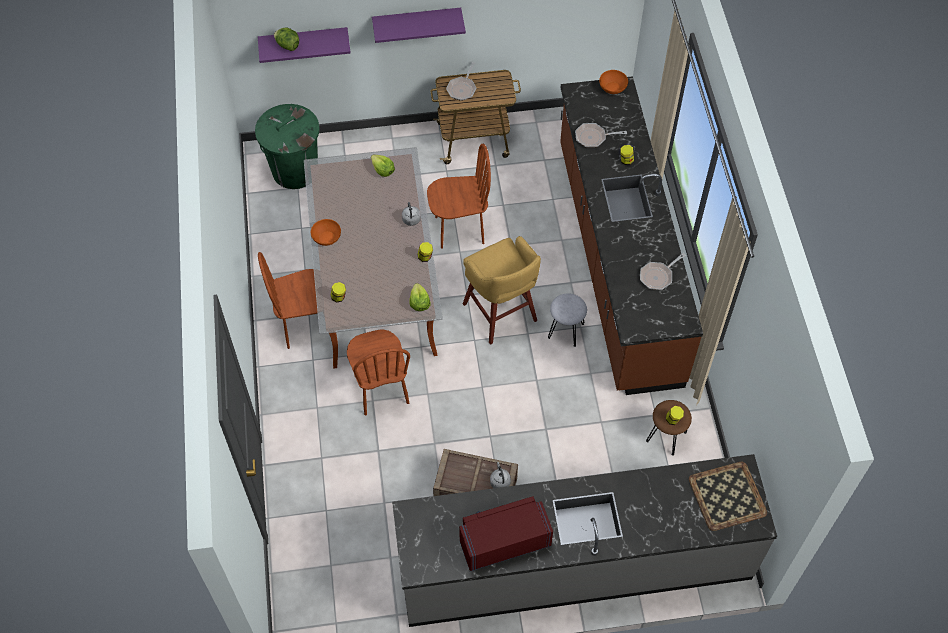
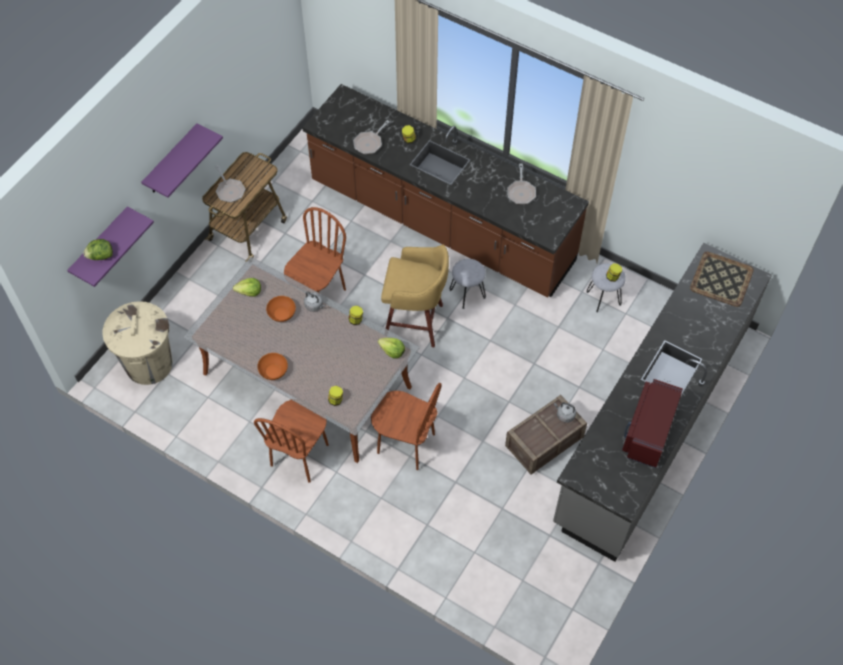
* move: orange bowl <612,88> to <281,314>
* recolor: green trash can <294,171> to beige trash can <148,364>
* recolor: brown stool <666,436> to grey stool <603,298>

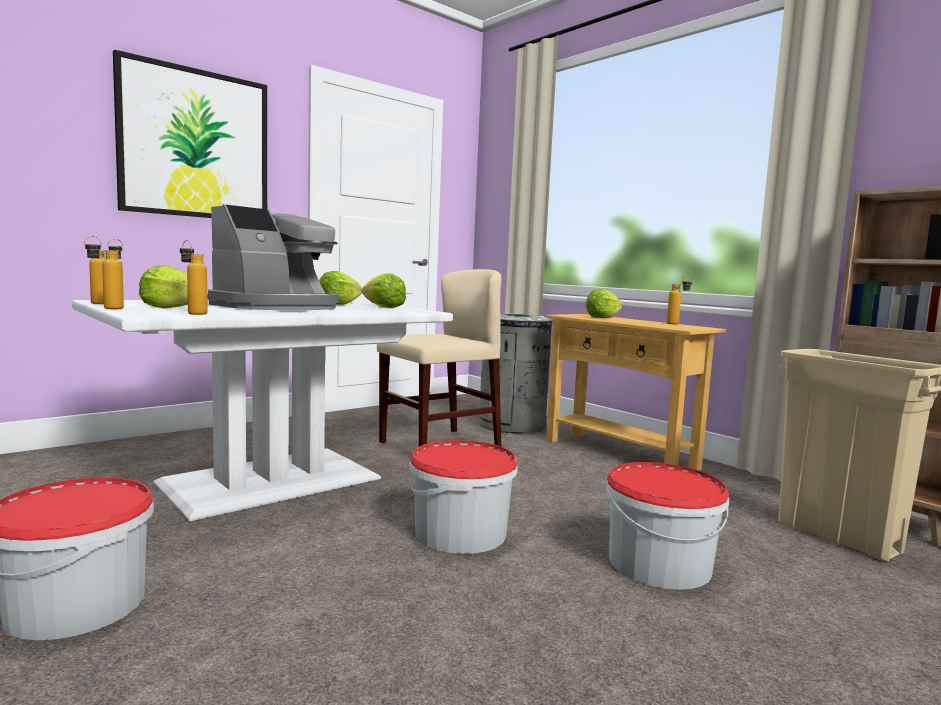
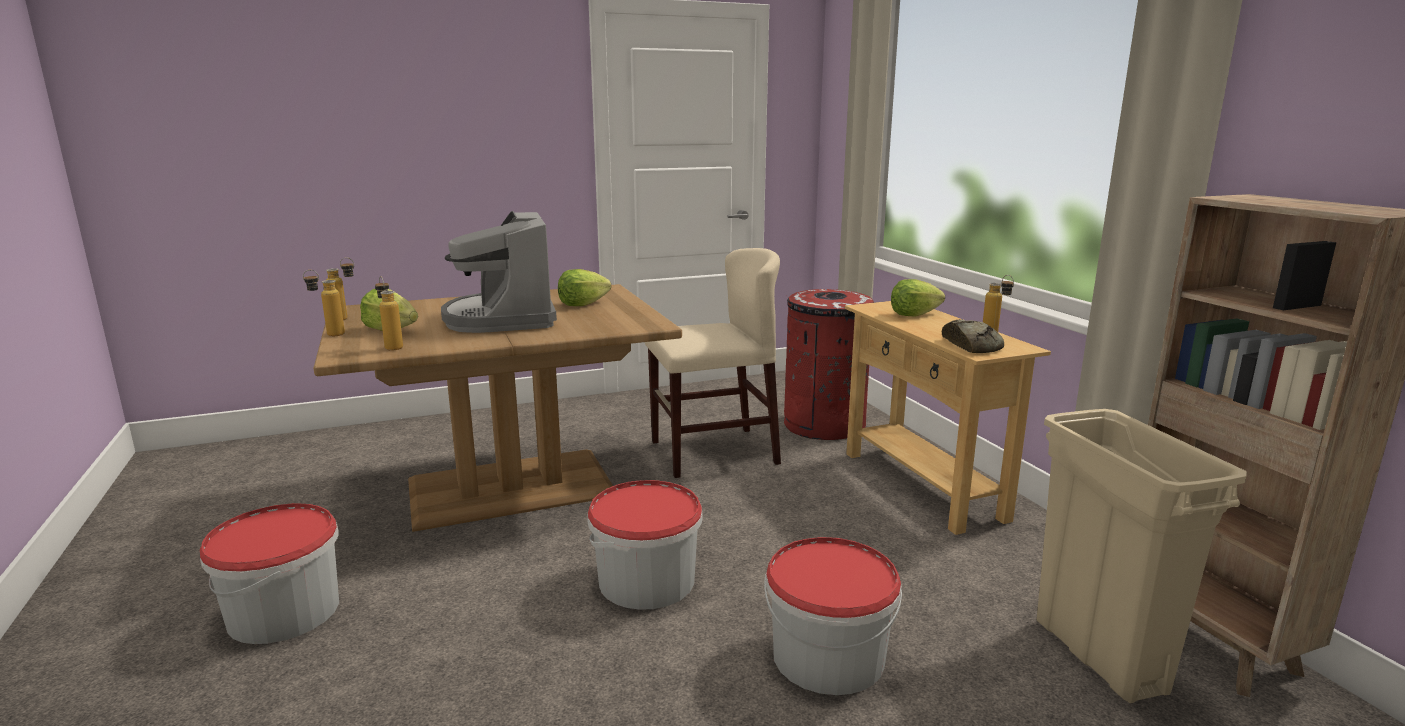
* delete: picture <195,144>
* delete: lettuce <383,307>
* insert: bread <971,345>
* recolor: white dining table <269,480> to brown dining table <510,487>
* recolor: grey trash can <511,425> to red trash can <824,425>
* rotate: coffee machine <278,307> = <502,318> 105 degrees clockwise

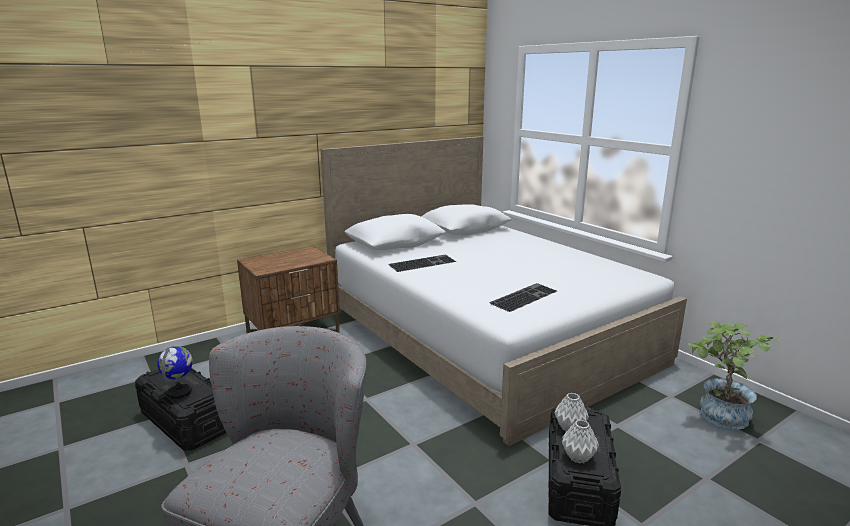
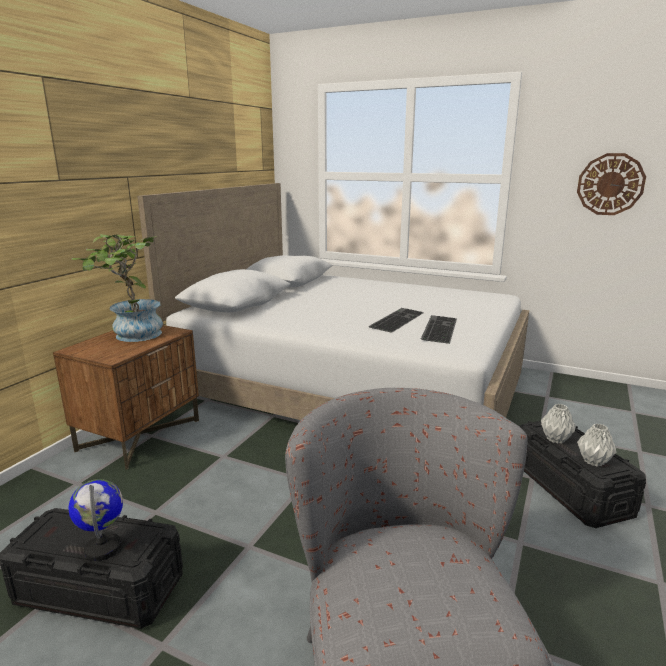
* insert: wall clock <610,184>
* move: keyboard <422,263> to <396,319>
* move: potted plant <717,417> to <131,336>

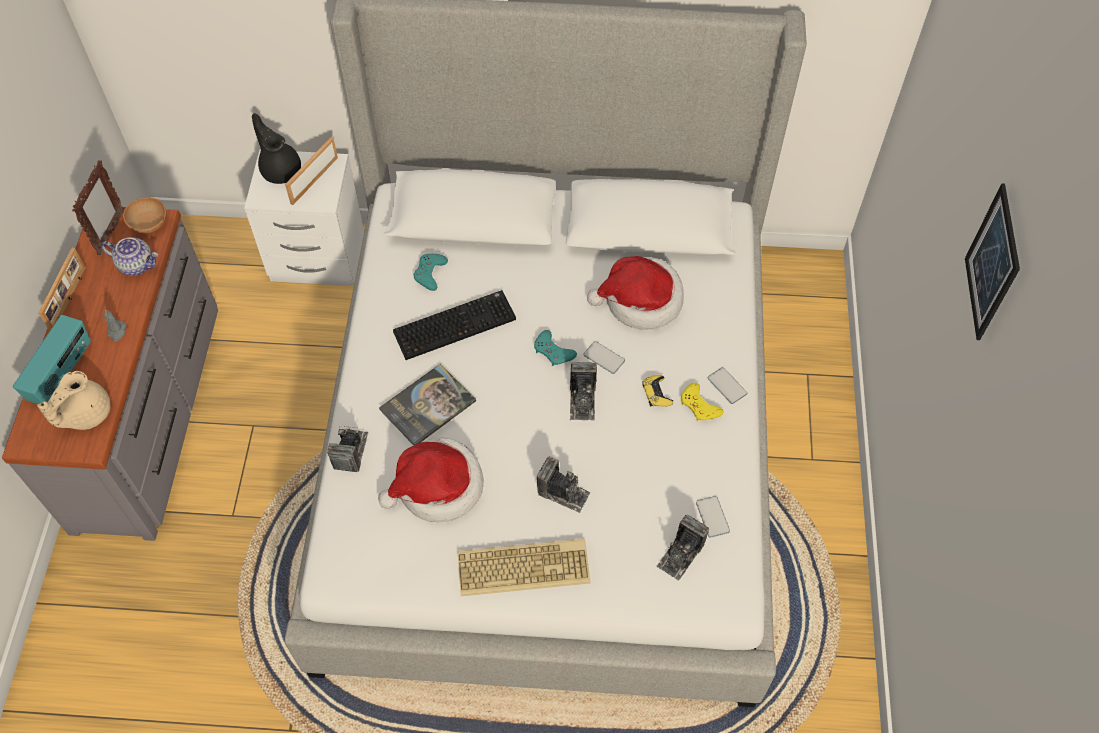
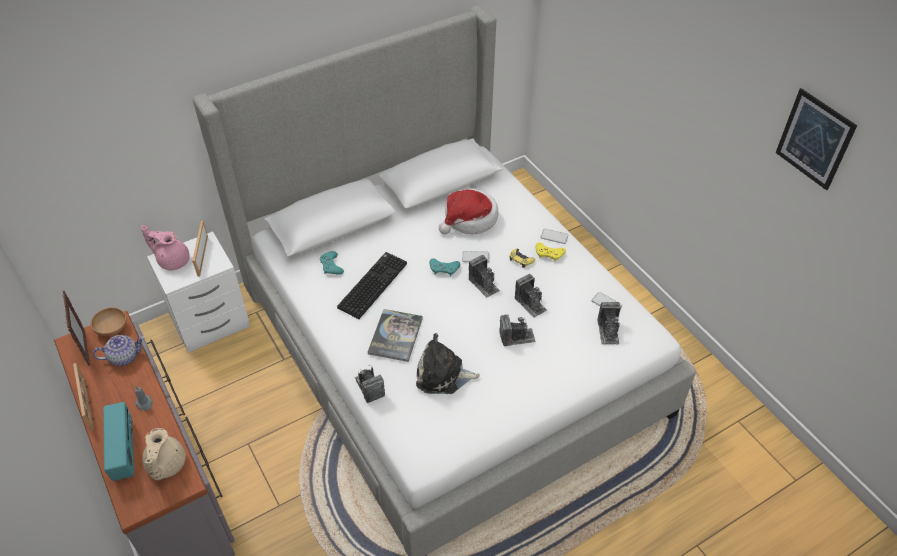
* delete: keyboard <524,566>
* insert: photo camera <530,304>
* move: picture <992,263> to <814,139>
* replace: hat <437,487> to plush toy <443,375>
* recolor: black teapot <280,169> to pink teapot <172,260>

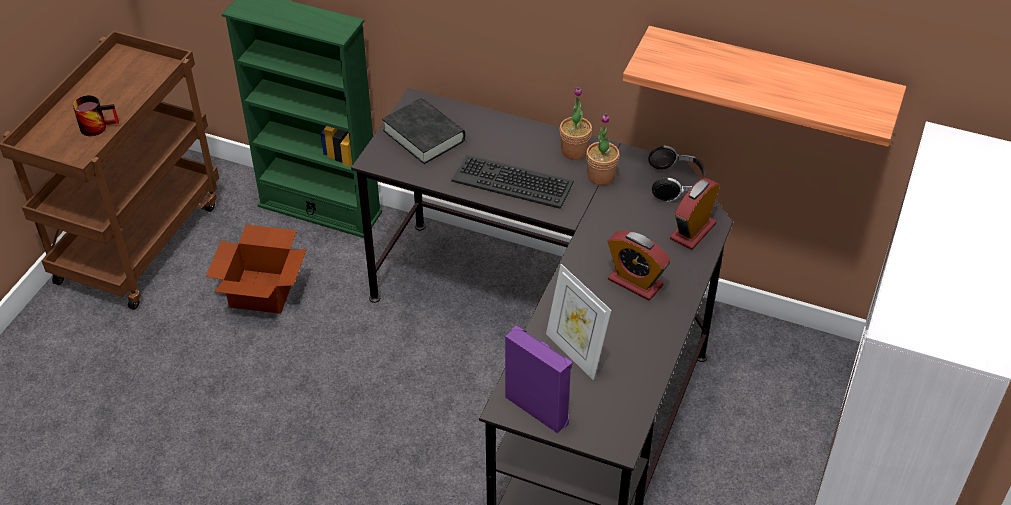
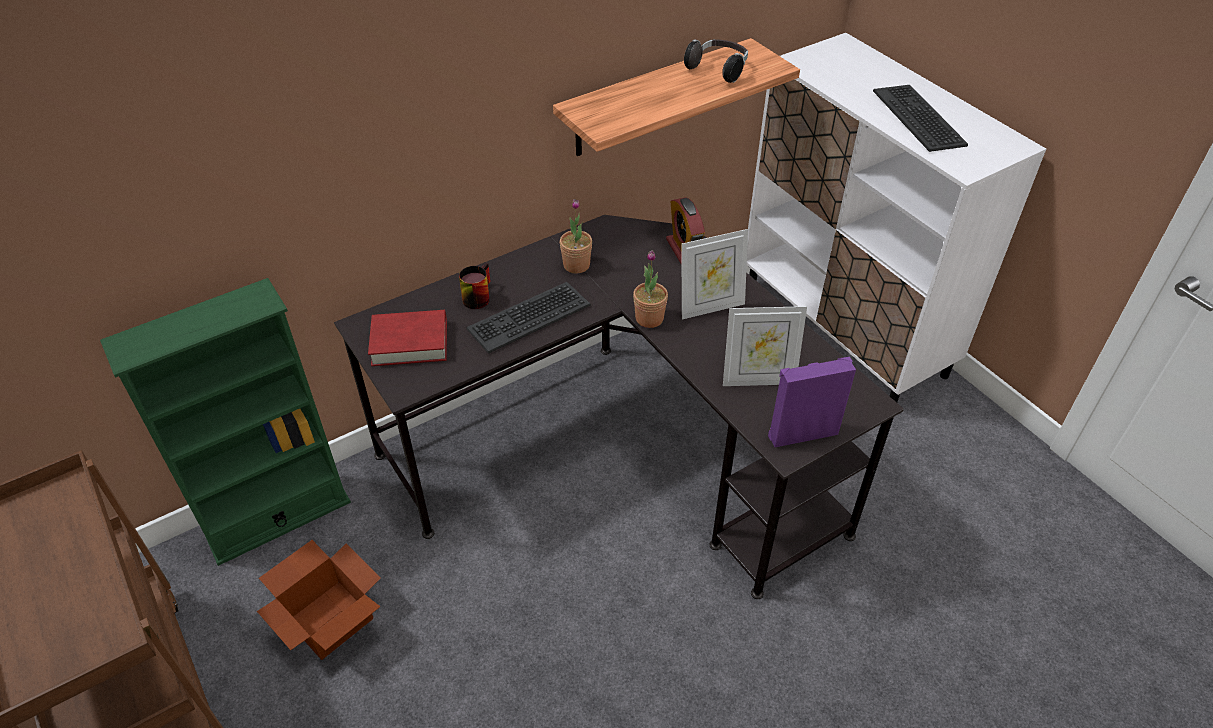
* insert: keyboard <919,118>
* move: mug <98,125> to <476,296>
* move: potted plant <574,151> to <649,318>
* move: headphones <676,184> to <718,69>
* replace: alarm clock <635,282> to picture frame <710,307>
* recolor: black book <424,136> to red book <410,342>

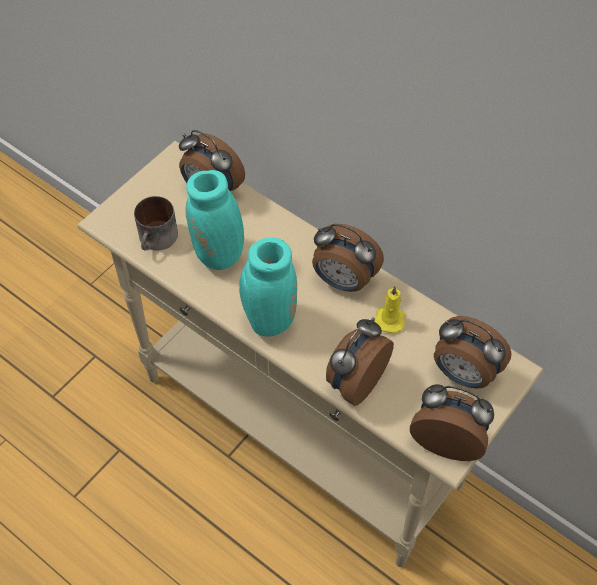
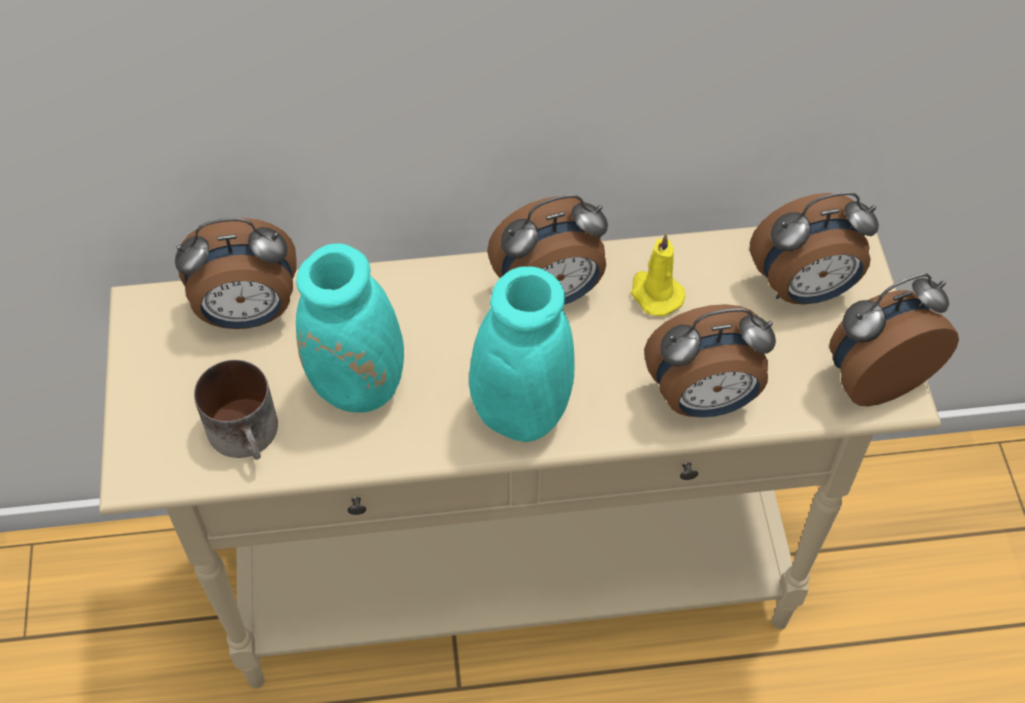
* rotate: alarm clock <355,381> = <703,400> 90 degrees counterclockwise

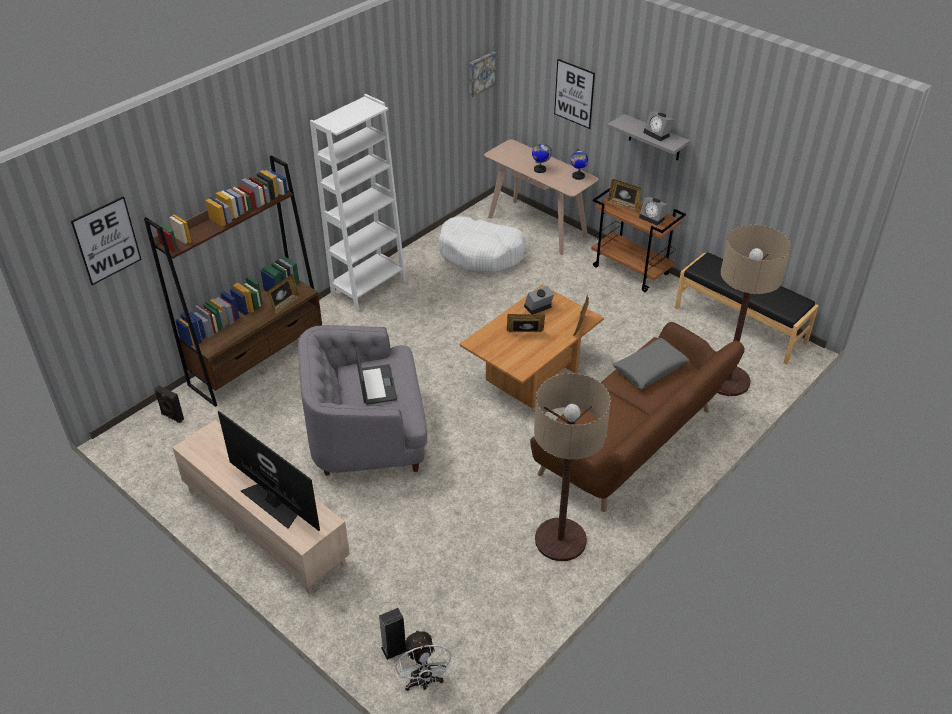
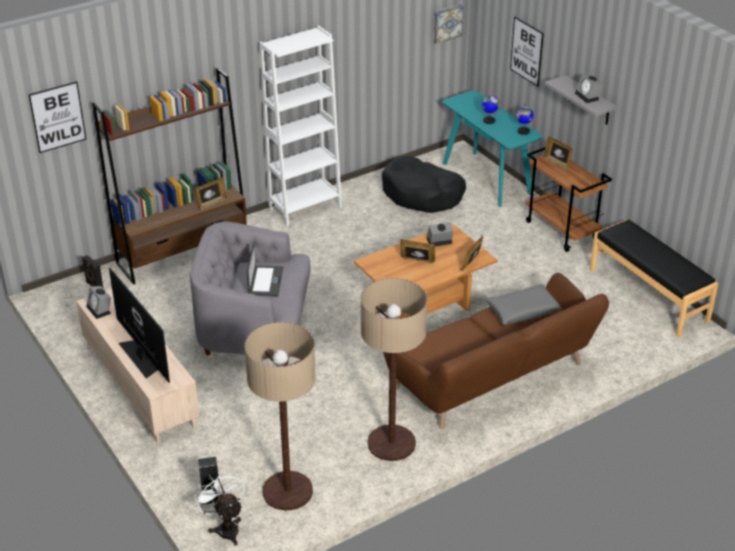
* move: alarm clock <653,218> to <100,310>
* move: floor lamp <727,381> to <287,491>
* recolor: white dog bed <481,254> to black dog bed <422,194>
* recolor: beige console table <537,226> to turquoise console table <487,178>
* rotate: white fan <423,682> = <225,527> 150 degrees clockwise

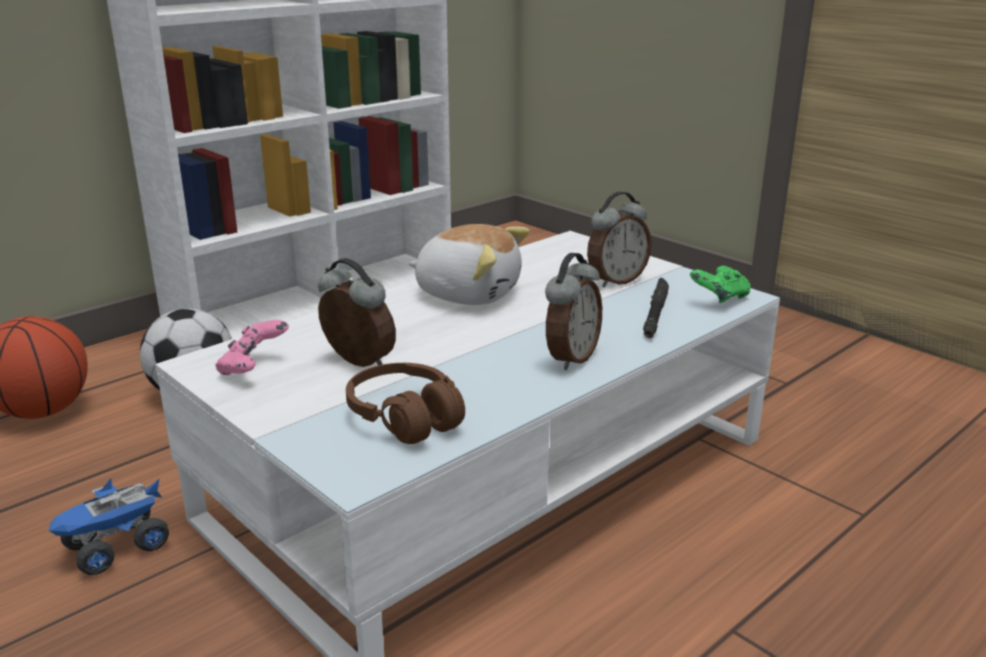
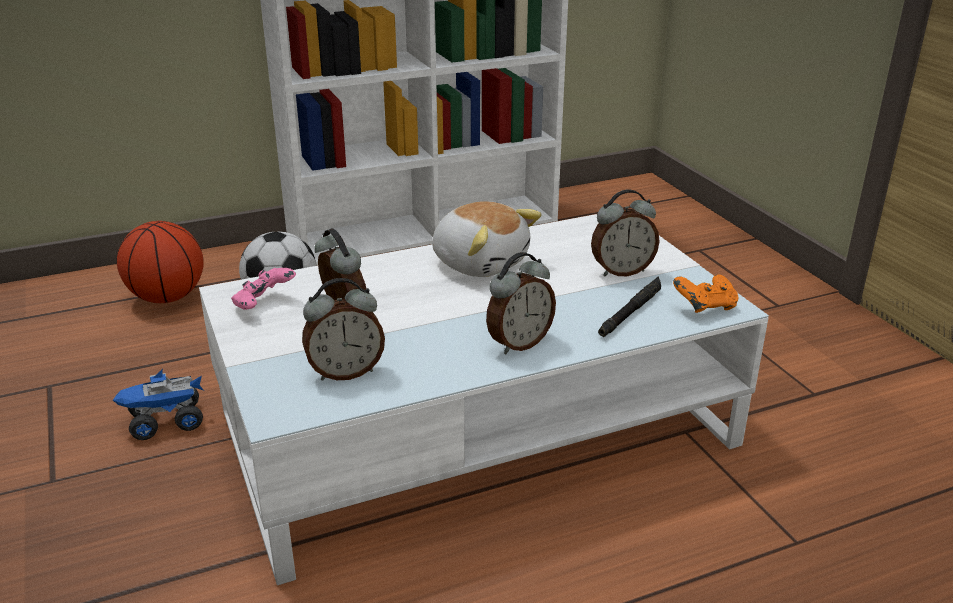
* replace: brown headphones <405,418> to alarm clock <345,372>
* recolor: green game controller <719,299> to orange game controller <705,307>

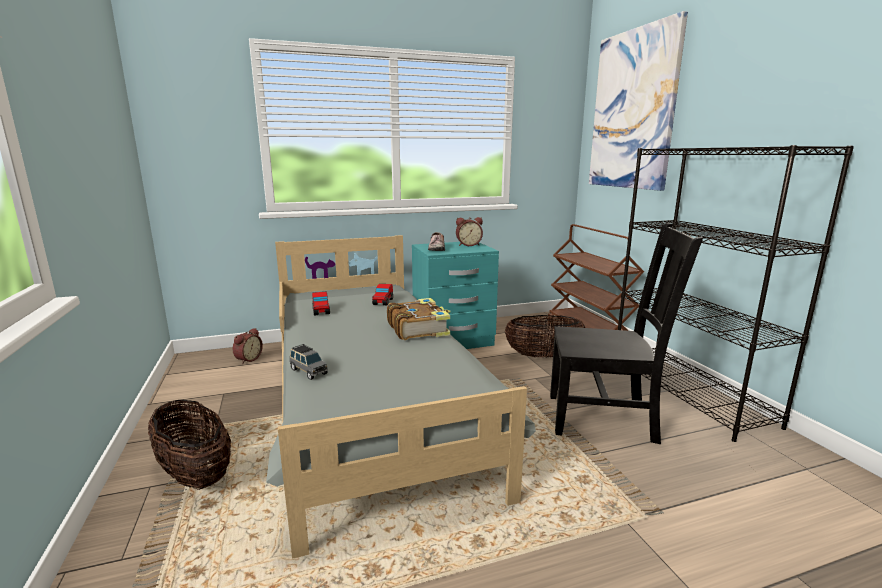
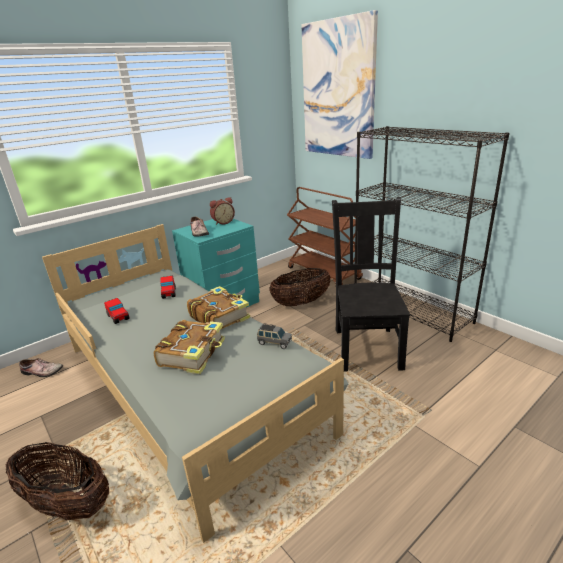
* insert: book <193,353>
* move: grey toy car <308,371> to <274,343>
* replace: alarm clock <248,359> to shoe <41,372>
* rotate: black chair <605,418> = <367,346> 75 degrees counterclockwise

